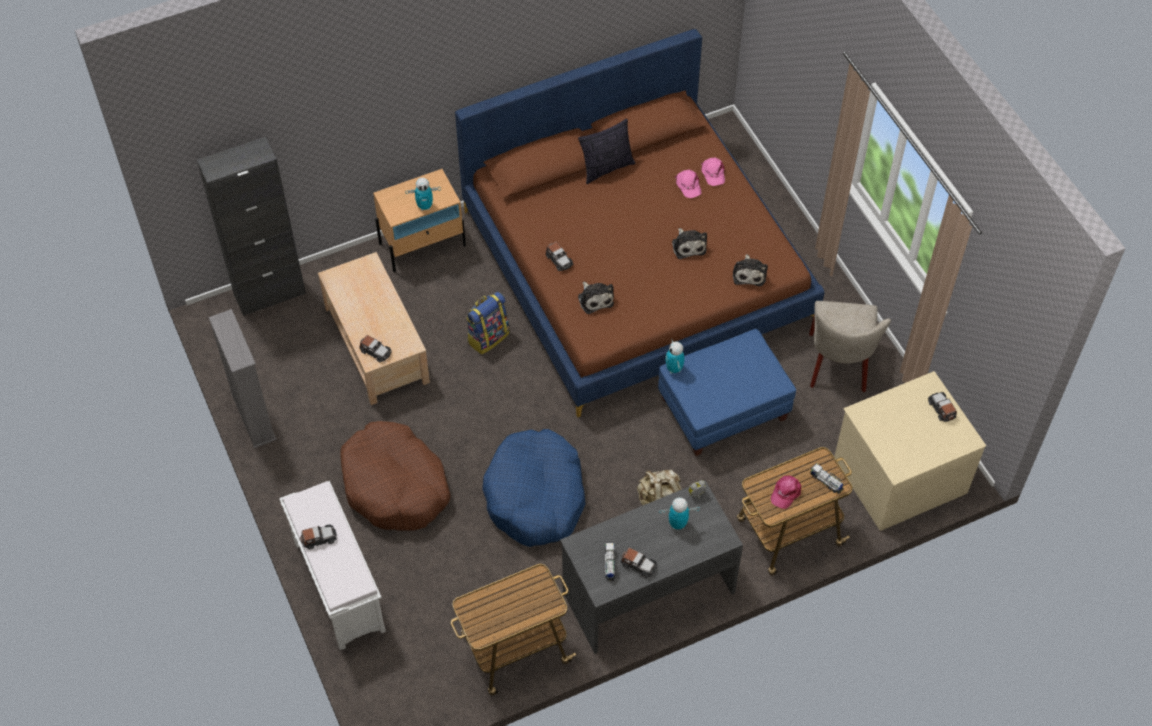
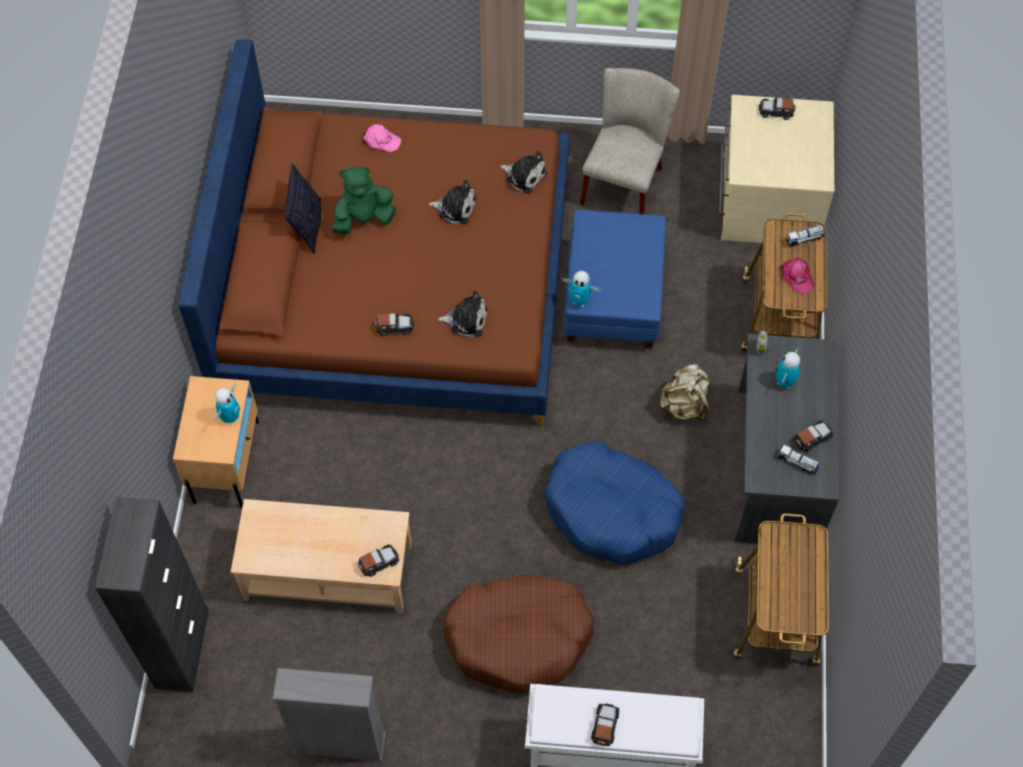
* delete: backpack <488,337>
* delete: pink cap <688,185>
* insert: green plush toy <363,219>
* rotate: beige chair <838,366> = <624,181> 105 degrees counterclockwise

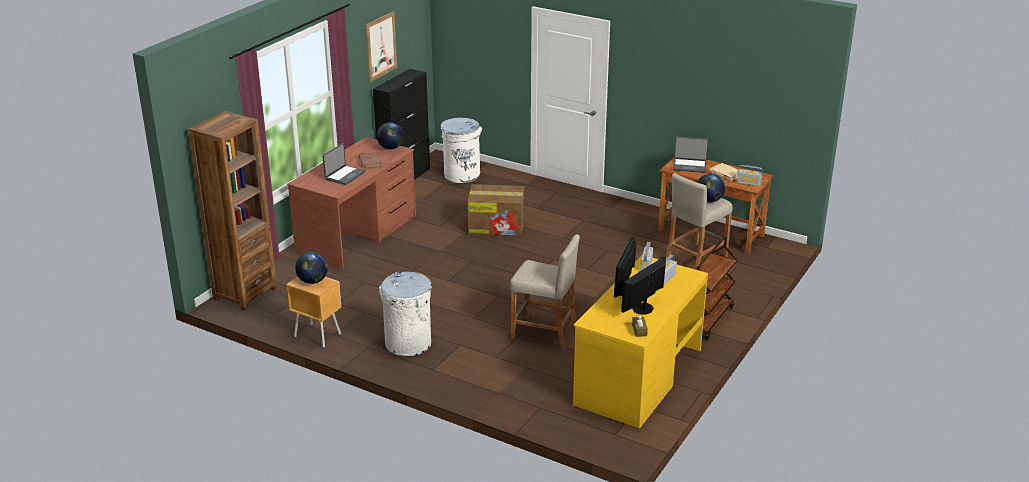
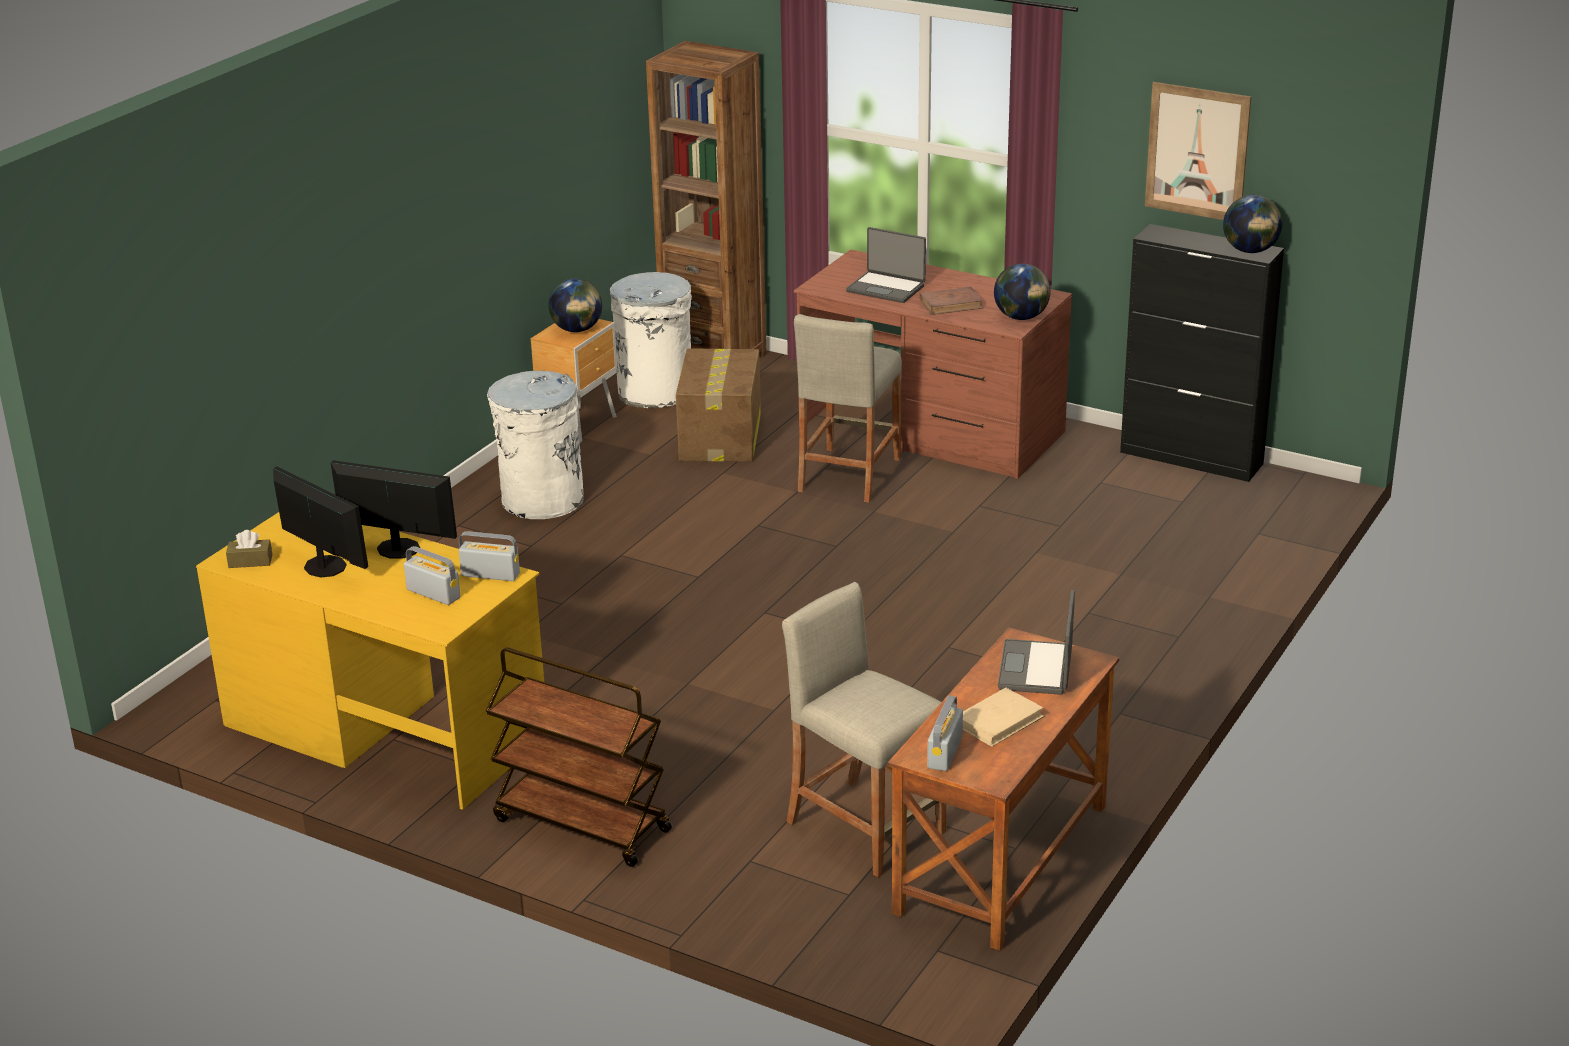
* move: white trash can <462,175> to <656,392>
* move: cardboard box <497,226> to <720,438>
* move: beige stool <544,332> to <848,474>
* move: globe <709,200> to <1250,251>

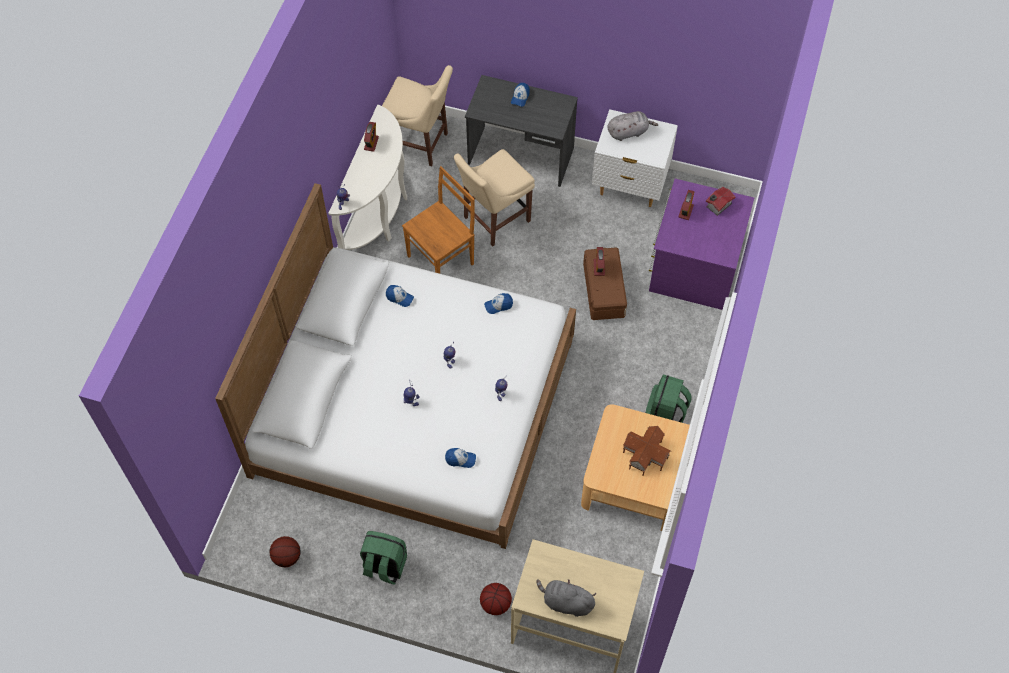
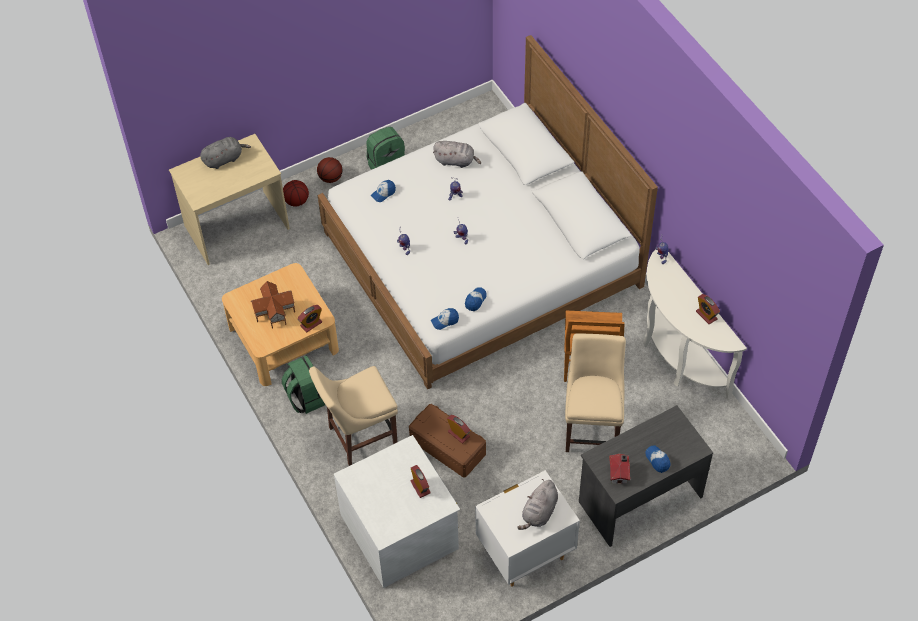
* insert: alarm clock <311,324>
* insert: grey plush toy <456,161>
* move: basketball <287,557> to <330,178>
* move: beige chair <421,144> to <359,437>
* move: cap <399,297> to <445,321>
* move: toy house <718,205> to <619,473>
* recolor: purple dresser <694,266> to white dresser <401,530>

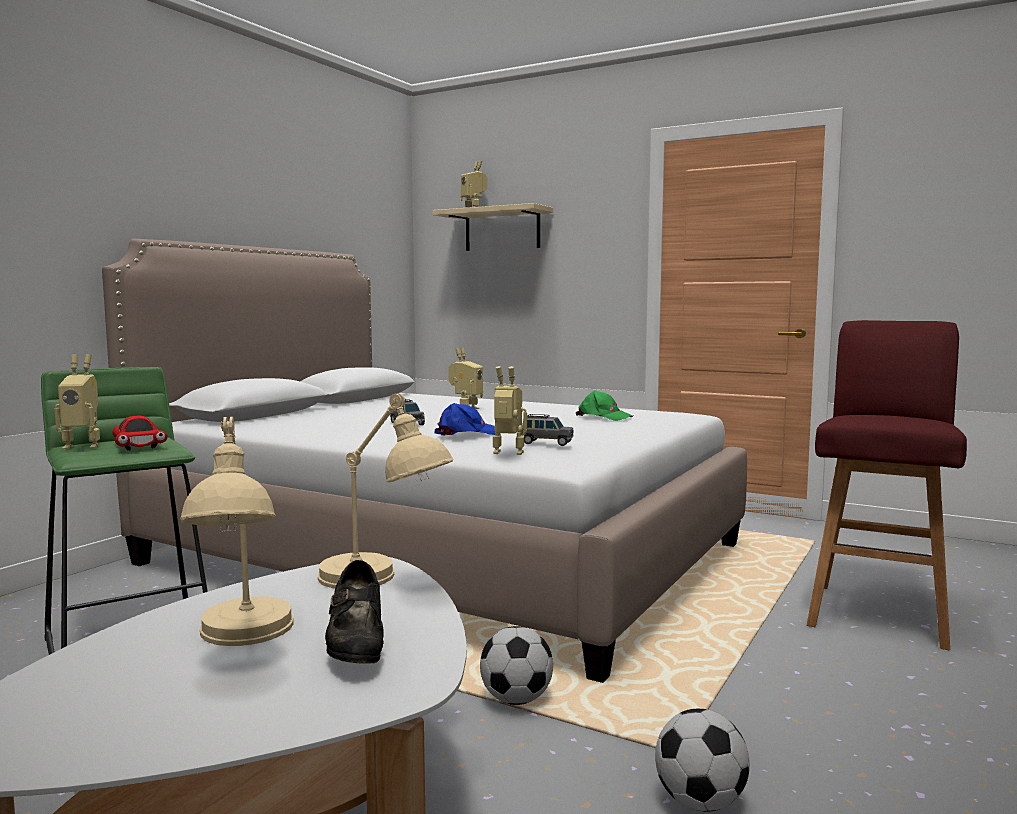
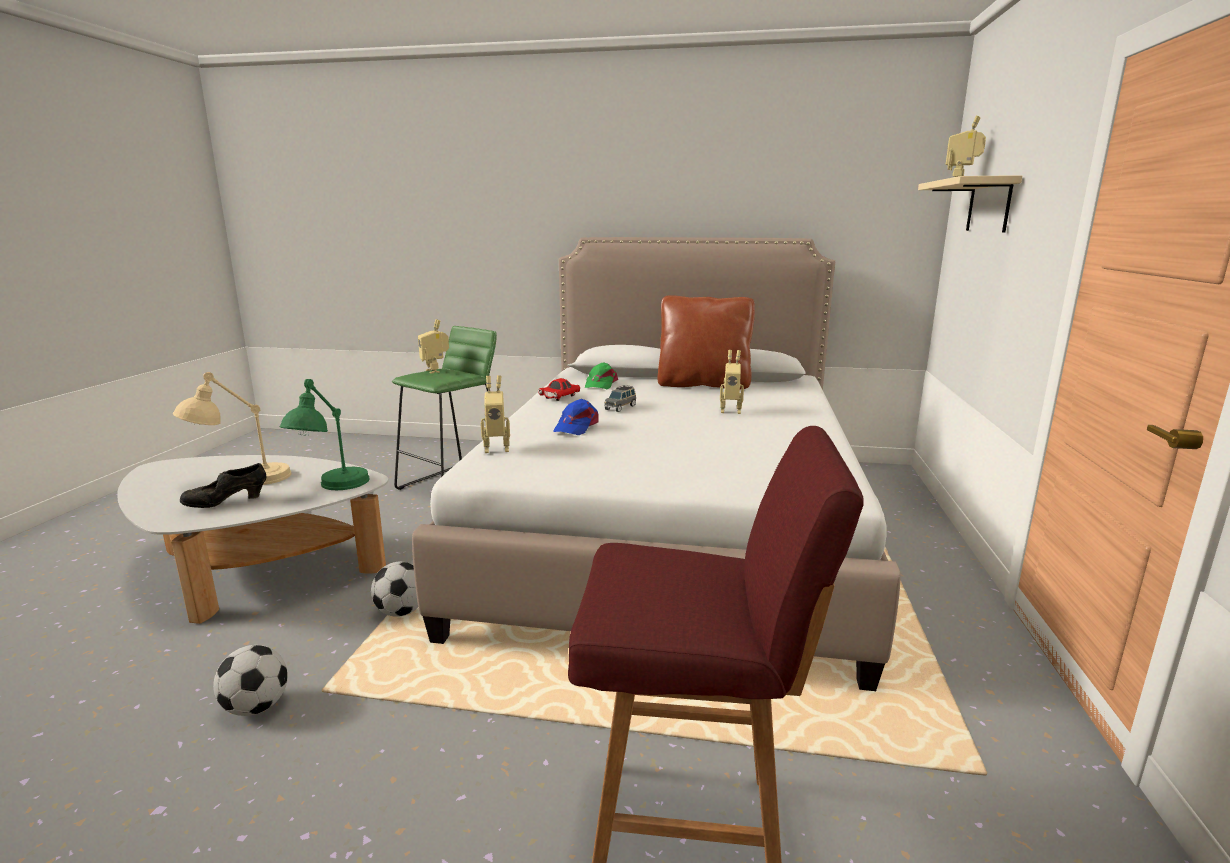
* delete: grey toy car <546,443>
* insert: brown pillow <703,384>
* move: red toy car <138,446> to <560,397>
* move: green cap <603,417> to <600,384>
* recolor: beige table lamp <383,582> to green table lamp <332,489>
* rotate: blue cap <466,433> = <576,427> 60 degrees clockwise
* rotate: toy robot <507,454> = <496,448> 90 degrees clockwise

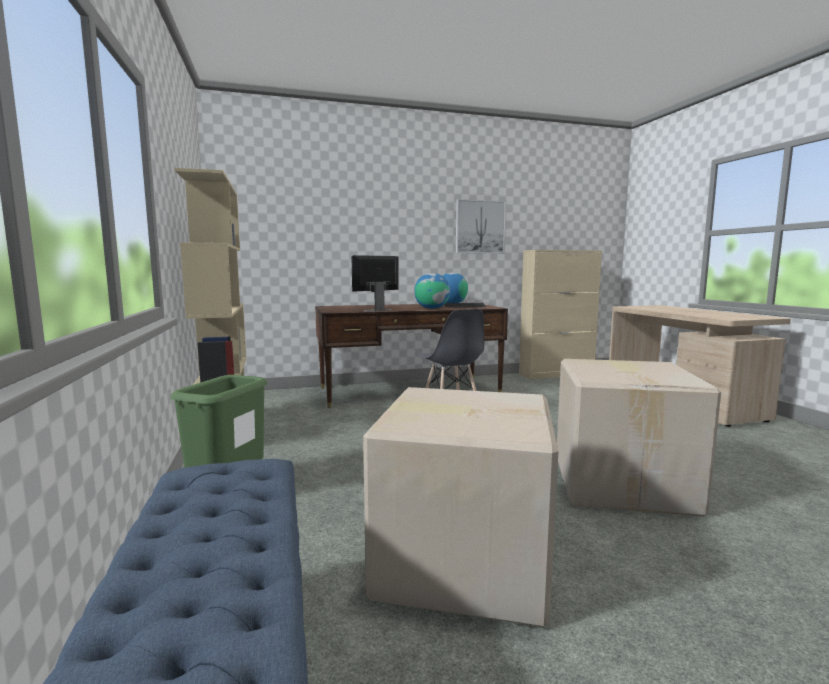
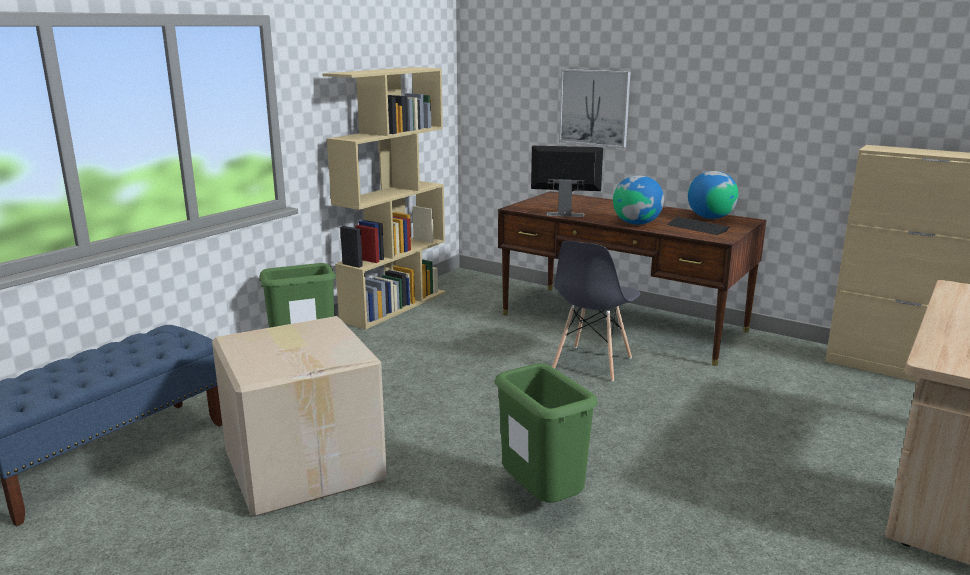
* move: picture <480,227> to <594,107>
* replace: cardboard box <623,483> to green trash can <543,500>

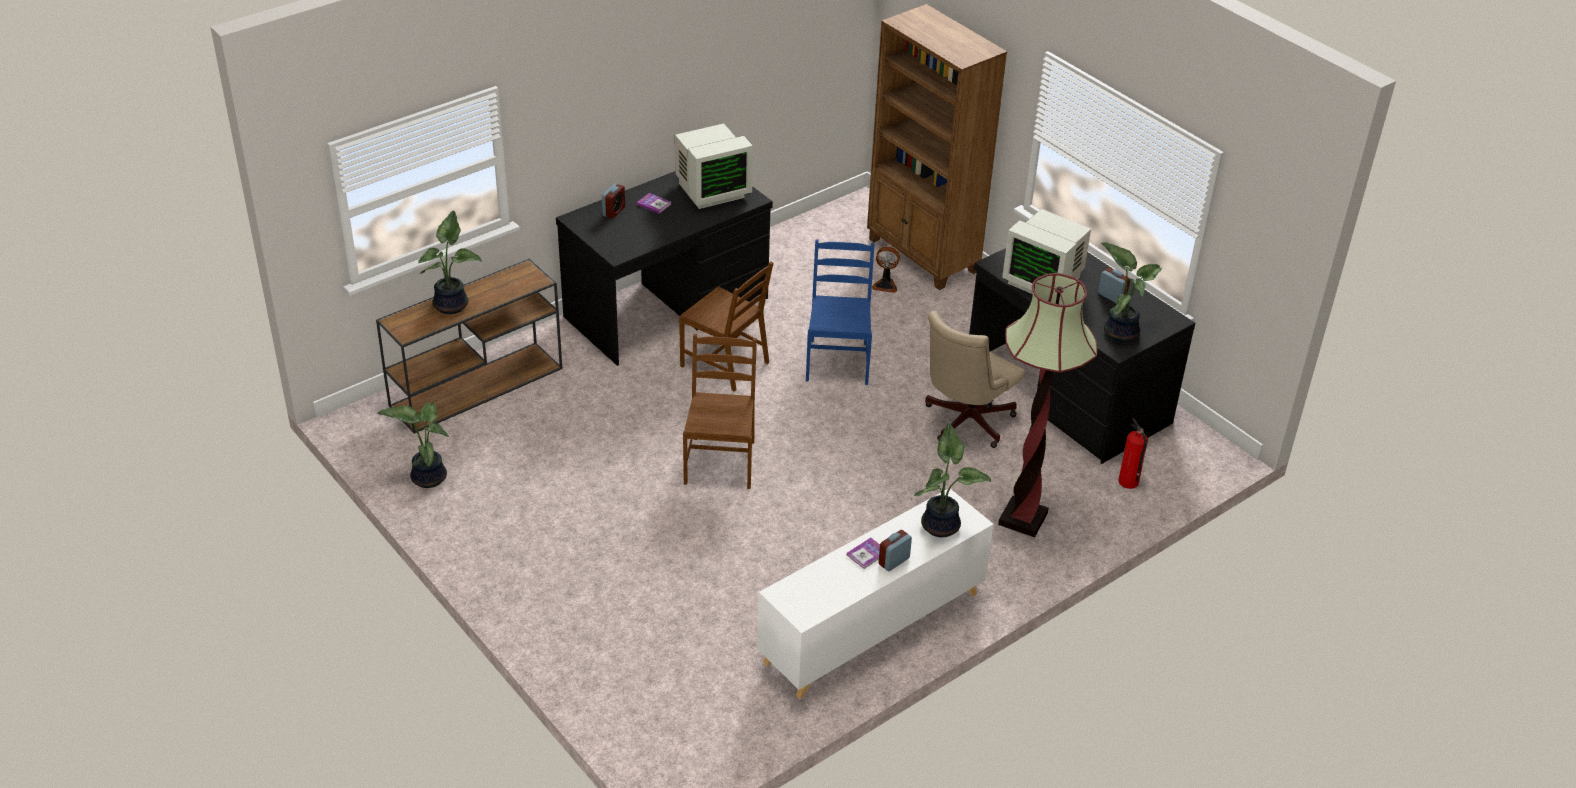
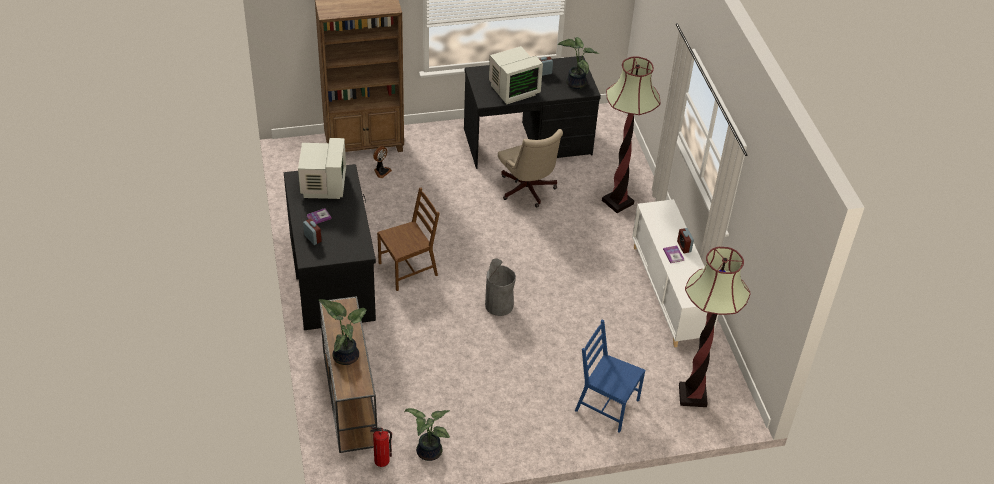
* delete: potted plant <942,524>
* insert: floor lamp <692,395>
* move: blue chair <837,361> to <606,406>
* move: fire extinguisher <1128,482> to <382,460>
* replace: brown chair <720,462> to grey trash can <499,305>

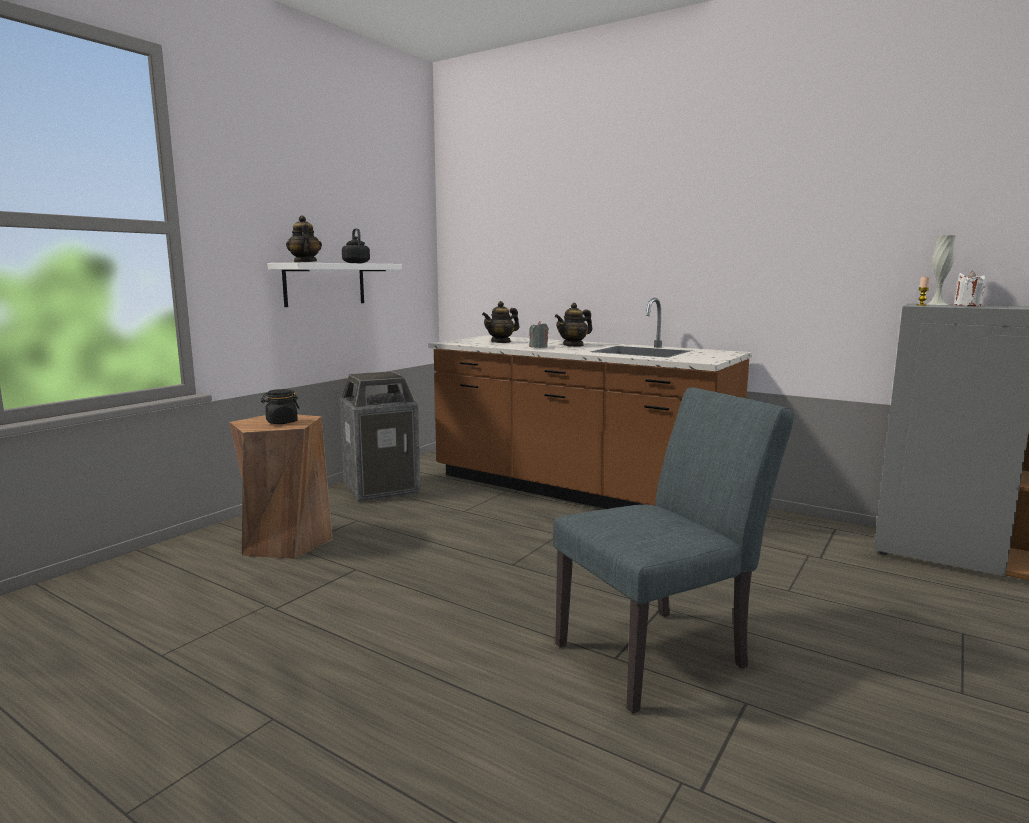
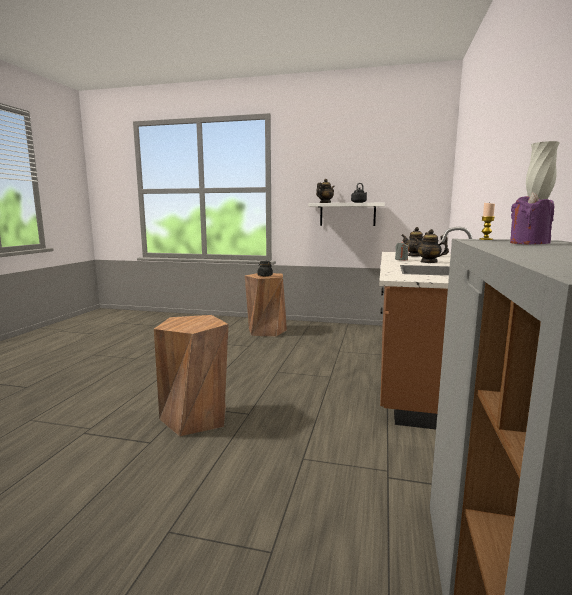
* delete: trash can <381,489>
* replace: grey chair <662,652> to brown stool <195,417>
* recolor: white candle <967,305> to purple candle <528,243>

